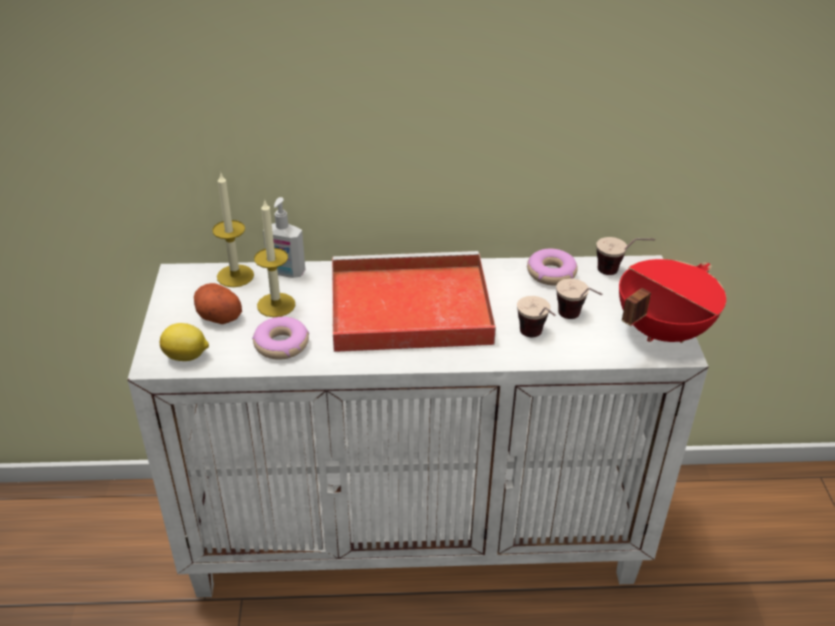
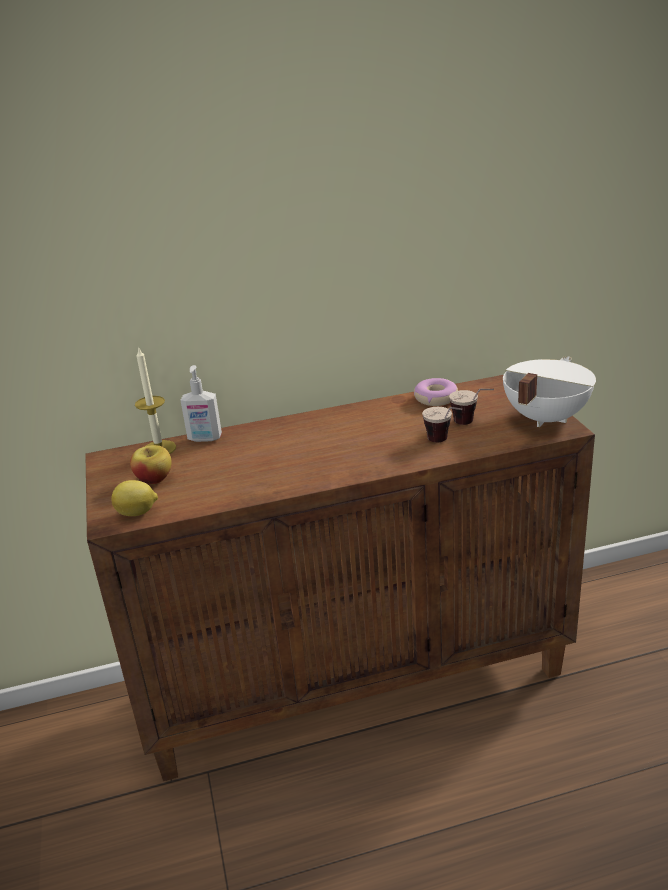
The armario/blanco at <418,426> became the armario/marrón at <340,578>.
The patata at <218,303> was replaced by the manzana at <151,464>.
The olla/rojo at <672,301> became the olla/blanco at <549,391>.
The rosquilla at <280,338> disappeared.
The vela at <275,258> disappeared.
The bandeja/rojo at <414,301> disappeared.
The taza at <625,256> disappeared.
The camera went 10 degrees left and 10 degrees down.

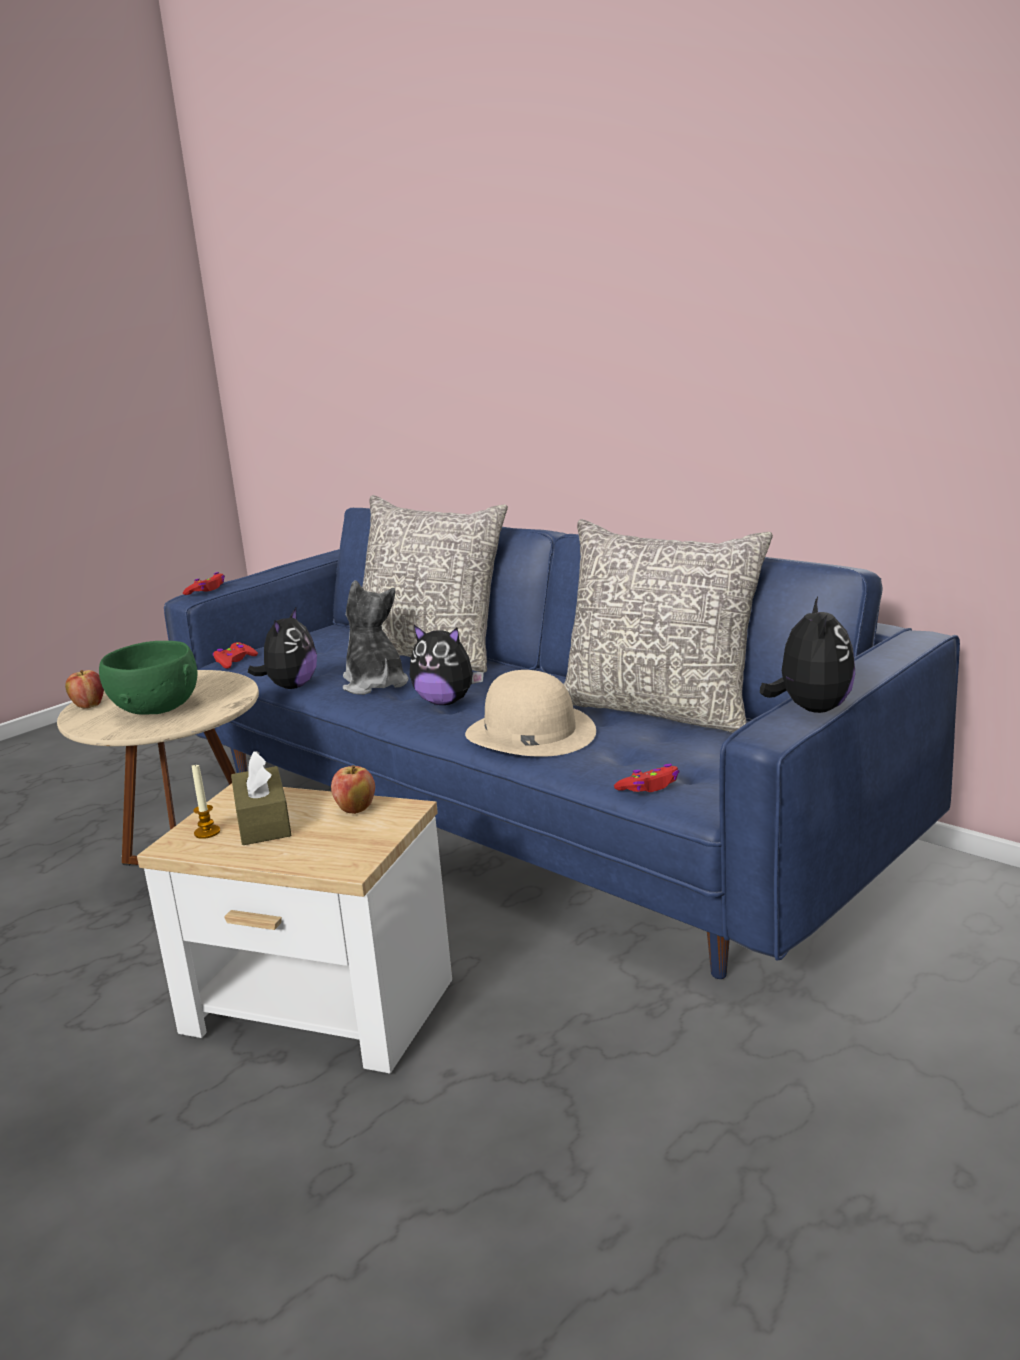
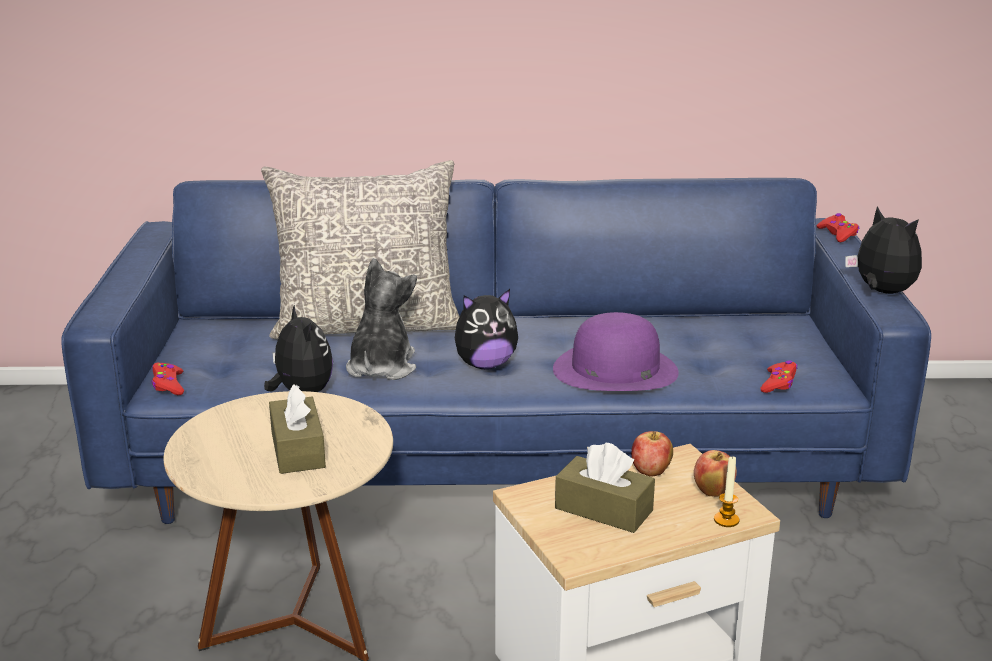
The cuenco/verde at <148,678> was replaced by the caja de pañuelos/marrón at <297,429>.
The peluche at <376,637> turned 75 degrees clockwise.
The sombrero/beis at <530,713> became the sombrero/morado at <616,351>.
The manzana moved from <84,689> to <715,473>.
The vela moved from <206,802> to <727,491>.
The mando de consola/rojo moved from <204,583> to <837,227>.
The cojín/gris at <668,626> disappeared.
The camera went 45 degrees left and 5 degrees up.

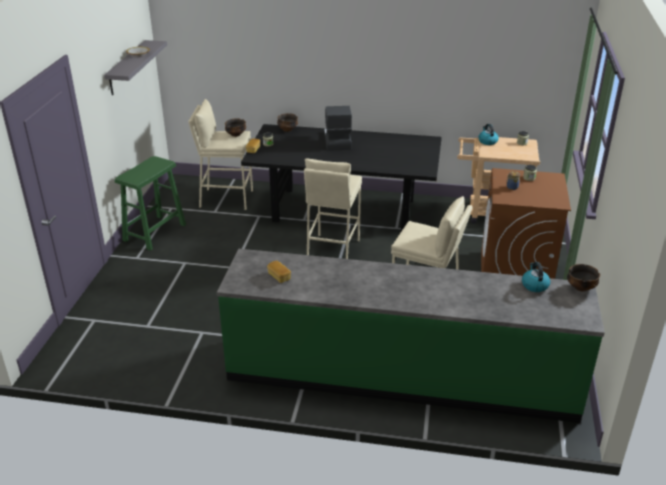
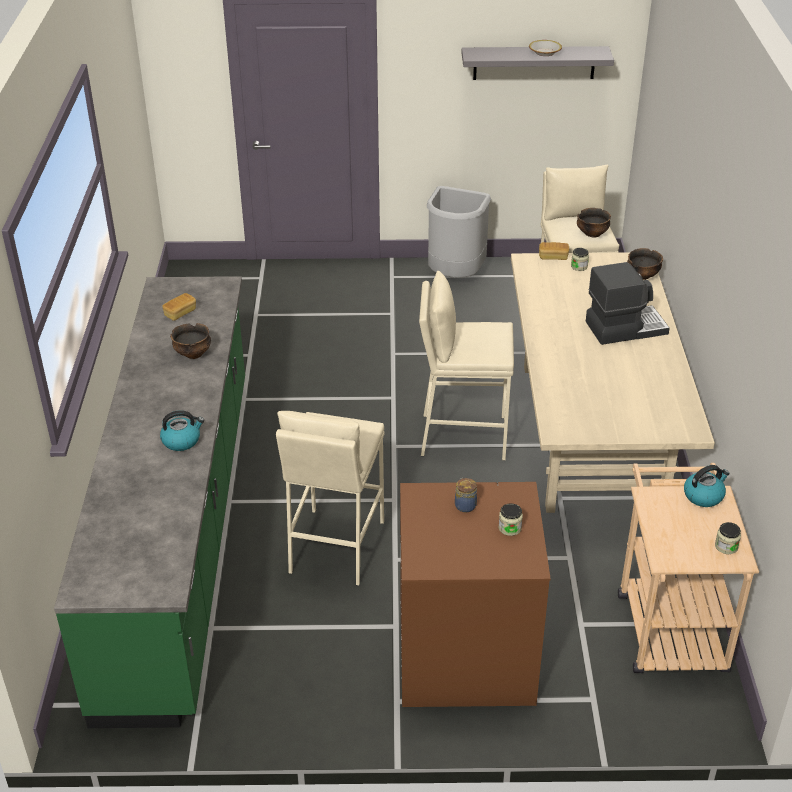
The hervidor moved from <536,277> to <182,430>.
The cuenco moved from <584,278> to <190,341>.
The taburete/verde at <150,203> was replaced by the papelera/gris at <459,232>.
The mesa de comedor/negro at <341,177> became the mesa de comedor/beis at <613,382>.
The camera went 80 degrees right and 5 degrees up.

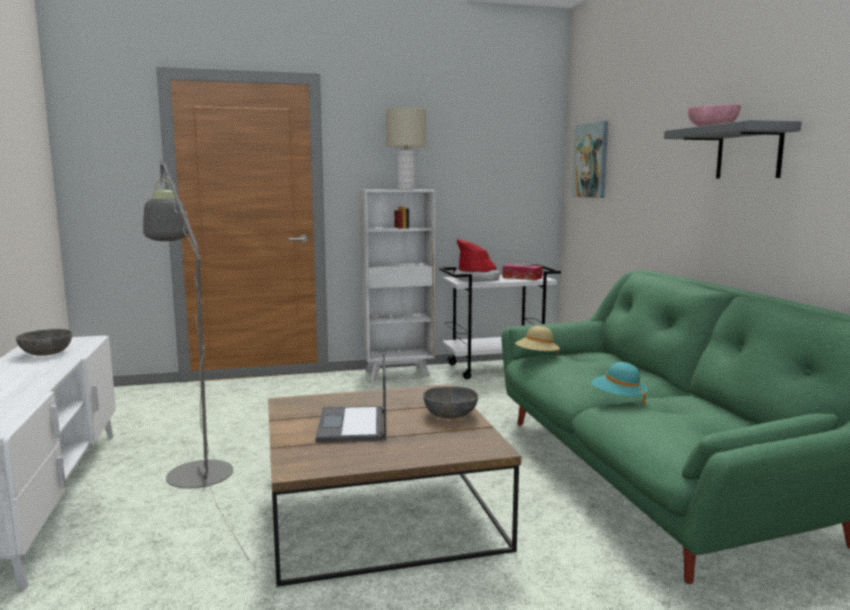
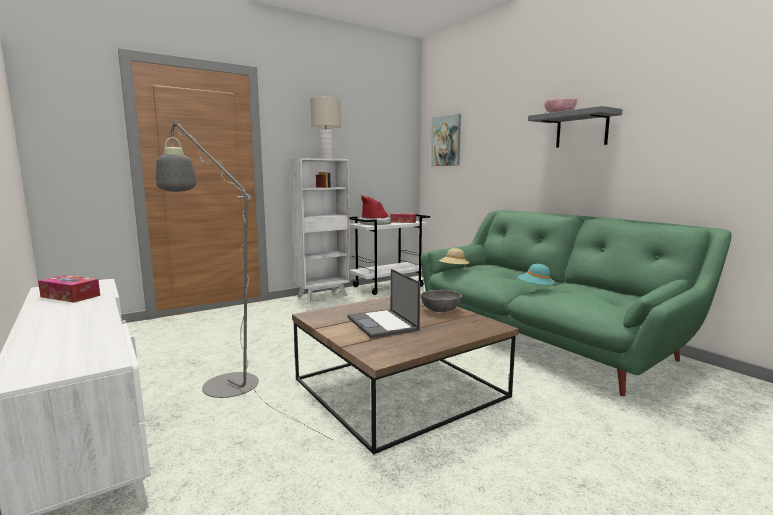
The cuenco/gris at <44,342> was replaced by the caja de pañuelos at <69,289>.
The camera went 20 degrees left and 0 degrees up.

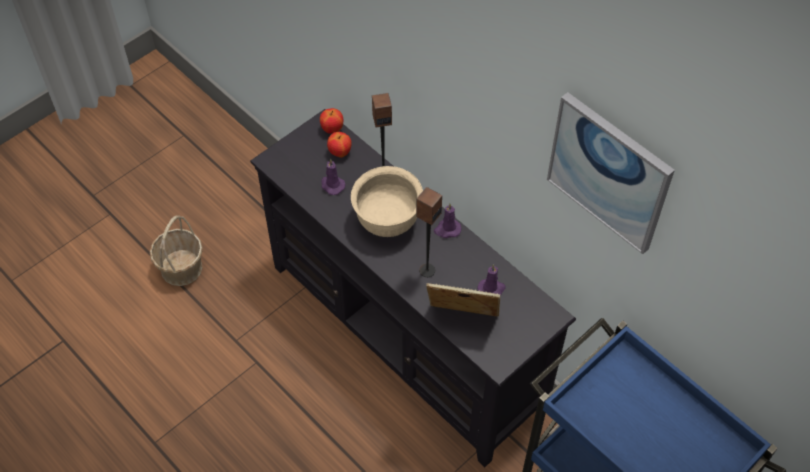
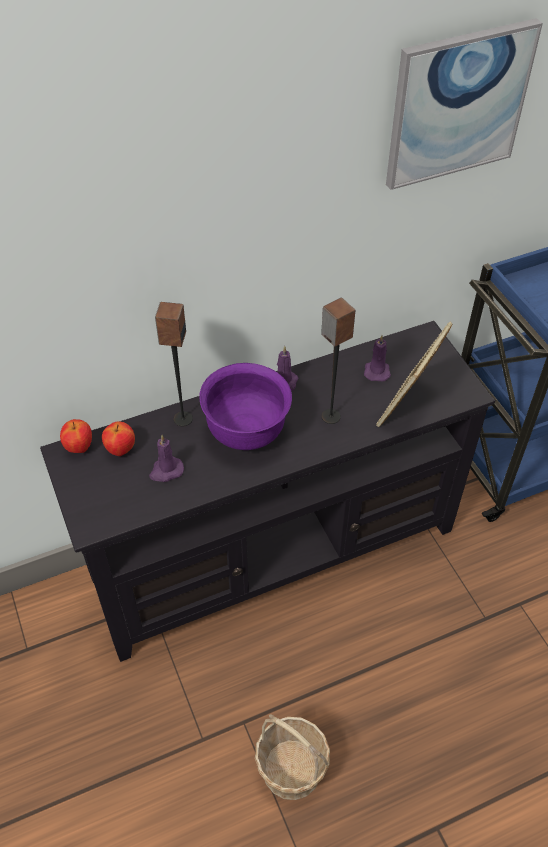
The cuenco/beis at <387,201> became the cuenco/morado at <245,406>.
The cesta moved from <176,250> to <292,757>.
The camera went 70 degrees left and 5 degrees down.

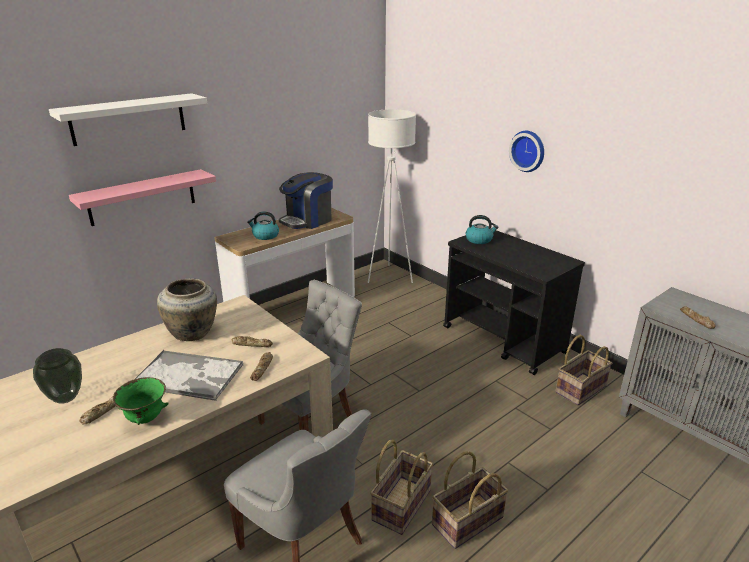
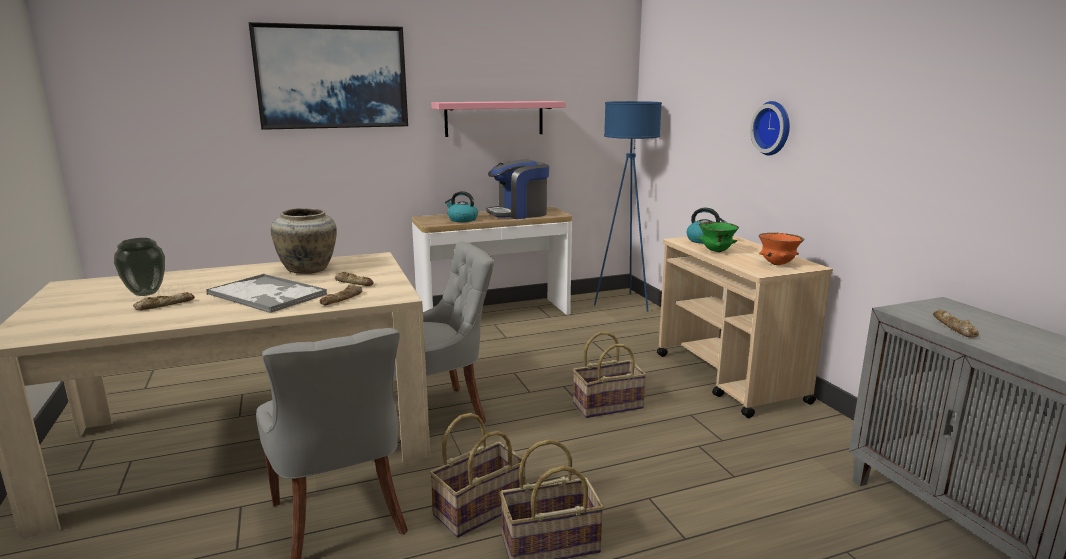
The estante/blanco at <128,119> was replaced by the cuadro at <328,76>.
The estante/rosa moved from <142,197> to <498,119>.
The cesta moved from <583,370> to <610,375>.
The lámpara de pie/blanco at <392,196> became the lámpara de pie/azul at <628,206>.
The carrito/negro at <514,302> became the carrito/beis at <745,326>.
The cuenco/verde moved from <141,401> to <718,237>.
The cuenco/naranja at <781,249> appeared.
The camera went 20 degrees right and 10 degrees down.

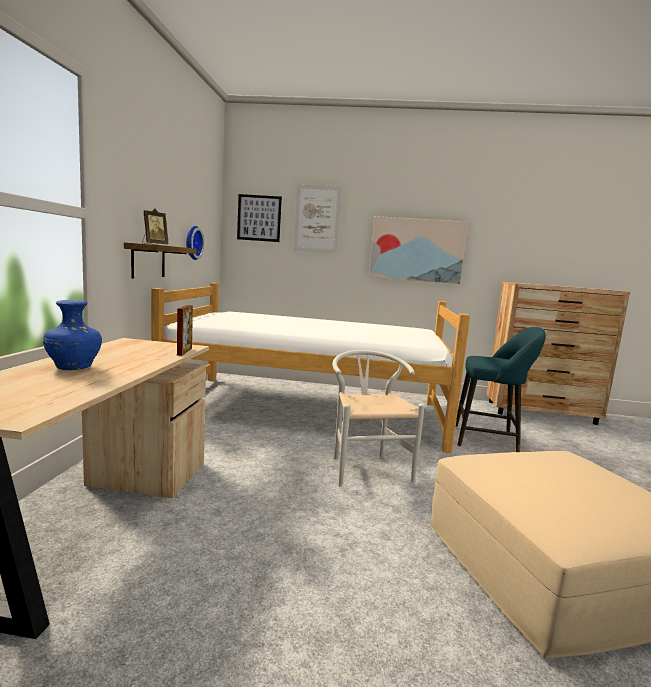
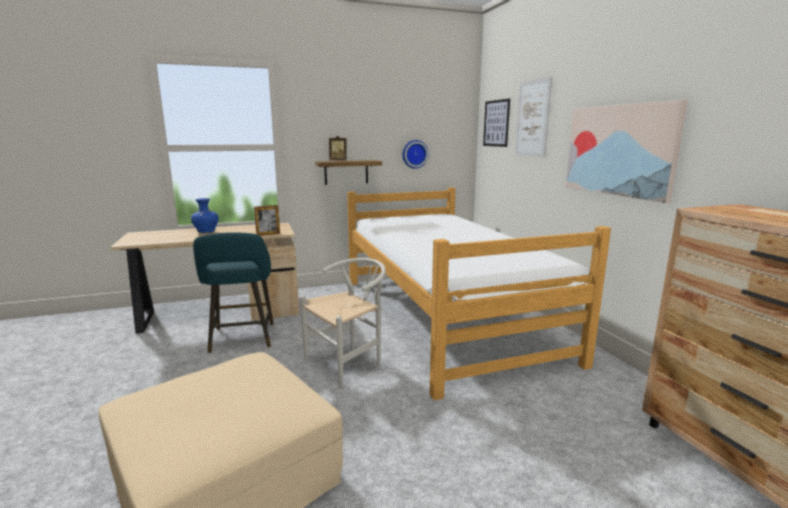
The taburete/turquesa moved from <501,389> to <233,292>.
The camera went 65 degrees right and 5 degrees up.

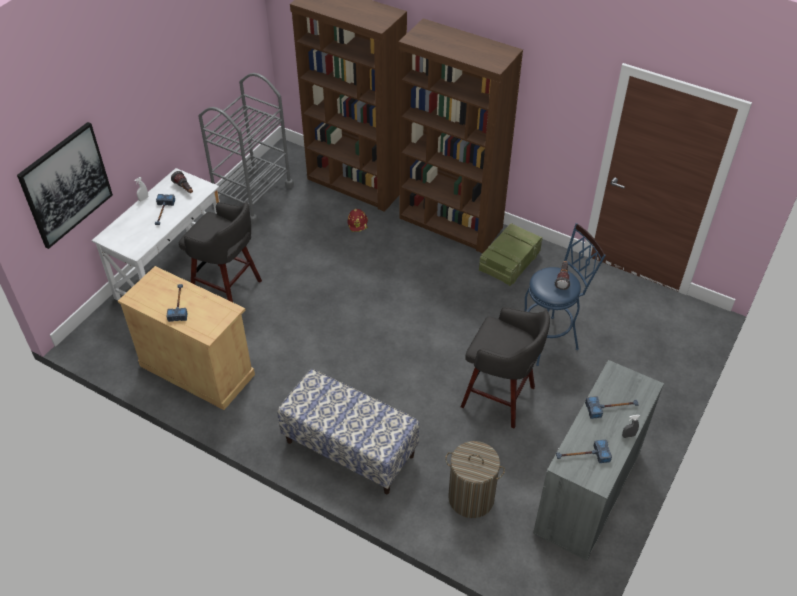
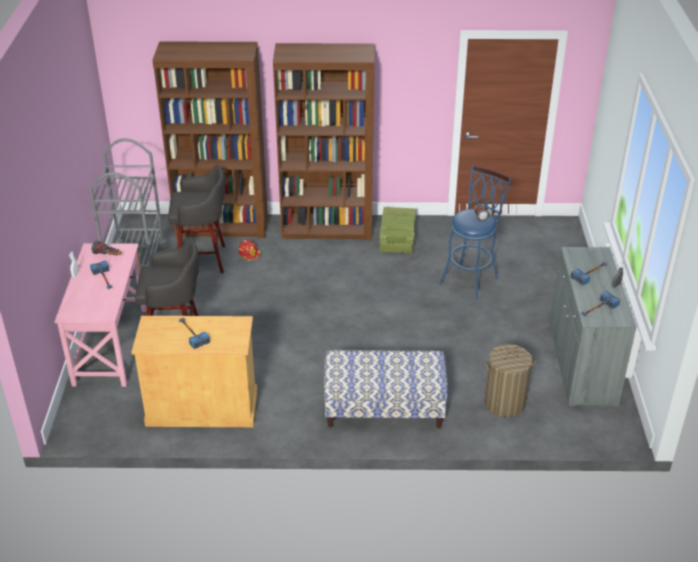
The escritorio/blanco at <156,234> became the escritorio/rosa at <101,315>.
The taburete/gris moved from <505,367> to <196,219>.
The cuadro at <65,185> disappeared.
The camera went 30 degrees left and 10 degrees down.

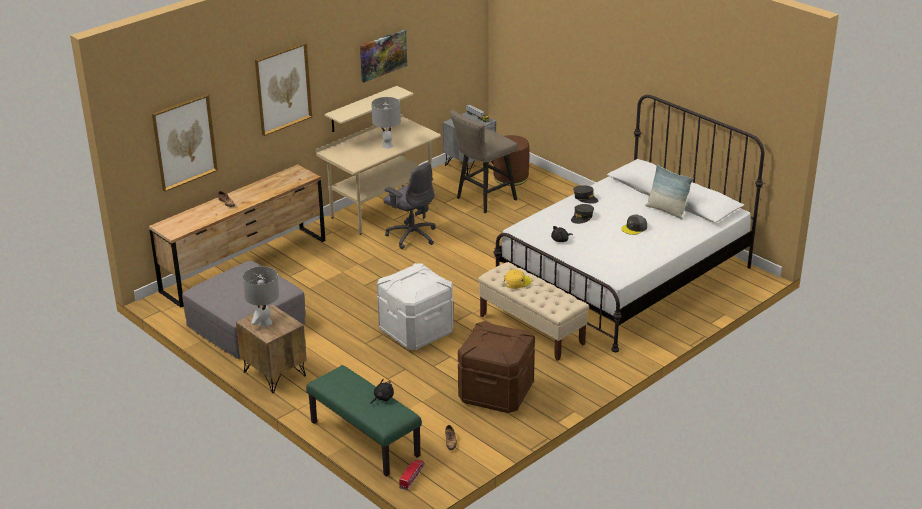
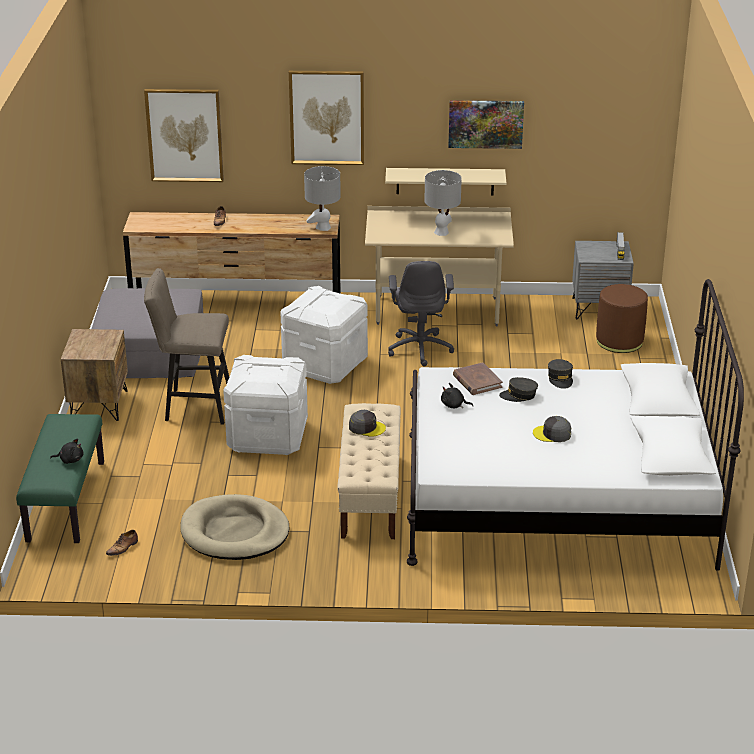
The taburete/beis moved from <484,161> to <186,346>.
The caja de almacenaje/marrón at <496,367> was replaced by the cama para perro/beis at <234,527>.
The caja de almacenaje/blanco at <324,335> appeared.
The lámpara de mesa/gris moved from <261,296> to <322,198>.
The gorra/amarillo at <517,279> became the gorra/gris at <367,423>.
The libro/marrón at <478,378> appeared.
The camión de juguete at <412,475> disappeared.
The cojín at <669,191> disappeared.
The camera went 45 degrees right and 0 degrees up.

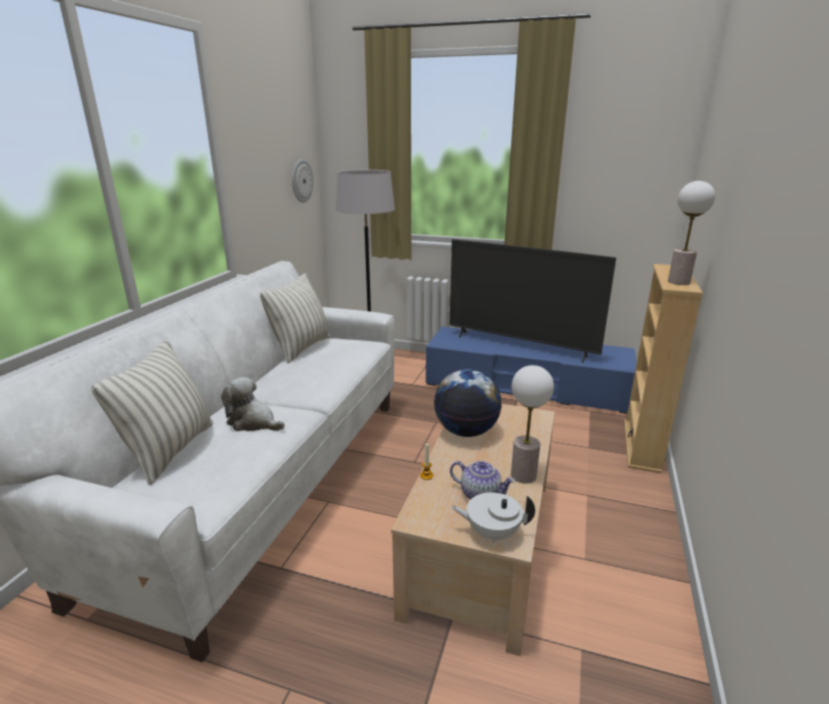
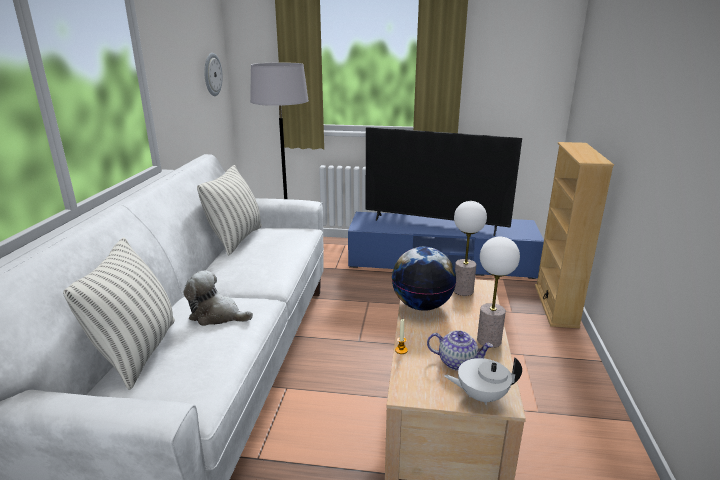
The lámpara de mesa moved from <691,233> to <470,248>.
The camera went 10 degrees left and 0 degrees up.

